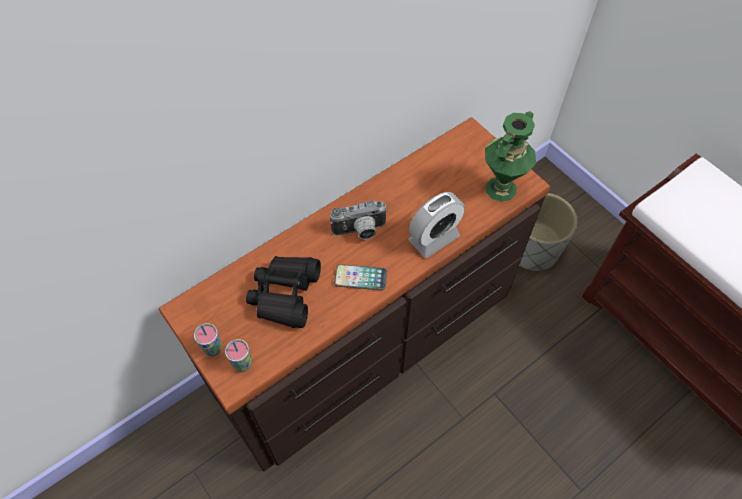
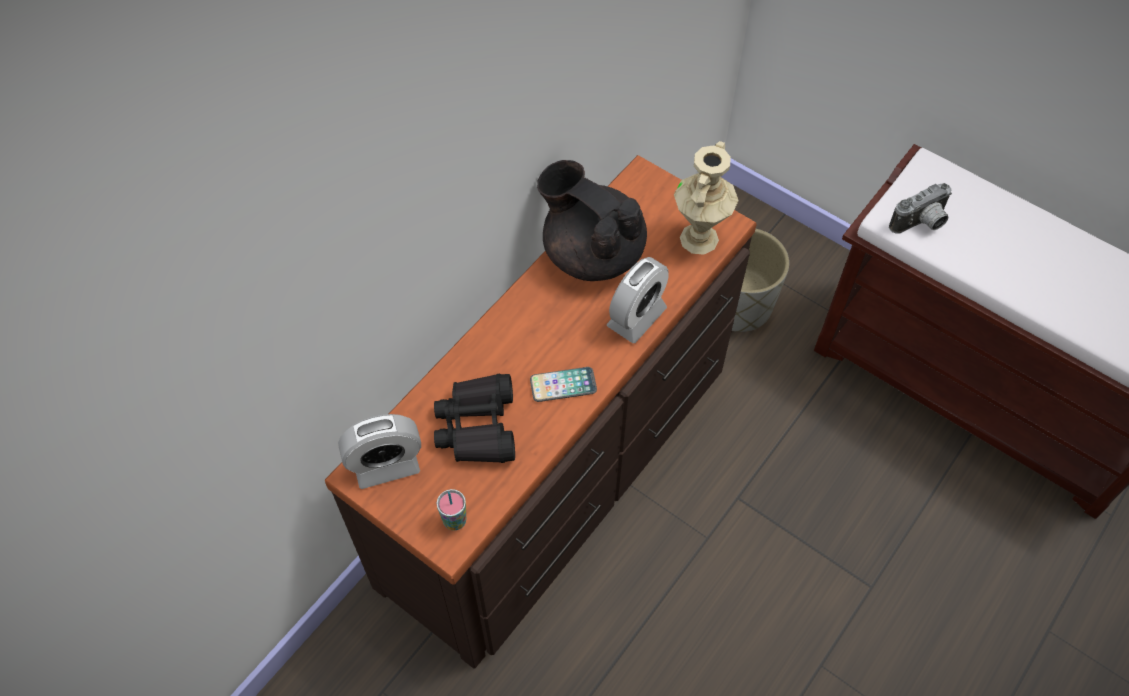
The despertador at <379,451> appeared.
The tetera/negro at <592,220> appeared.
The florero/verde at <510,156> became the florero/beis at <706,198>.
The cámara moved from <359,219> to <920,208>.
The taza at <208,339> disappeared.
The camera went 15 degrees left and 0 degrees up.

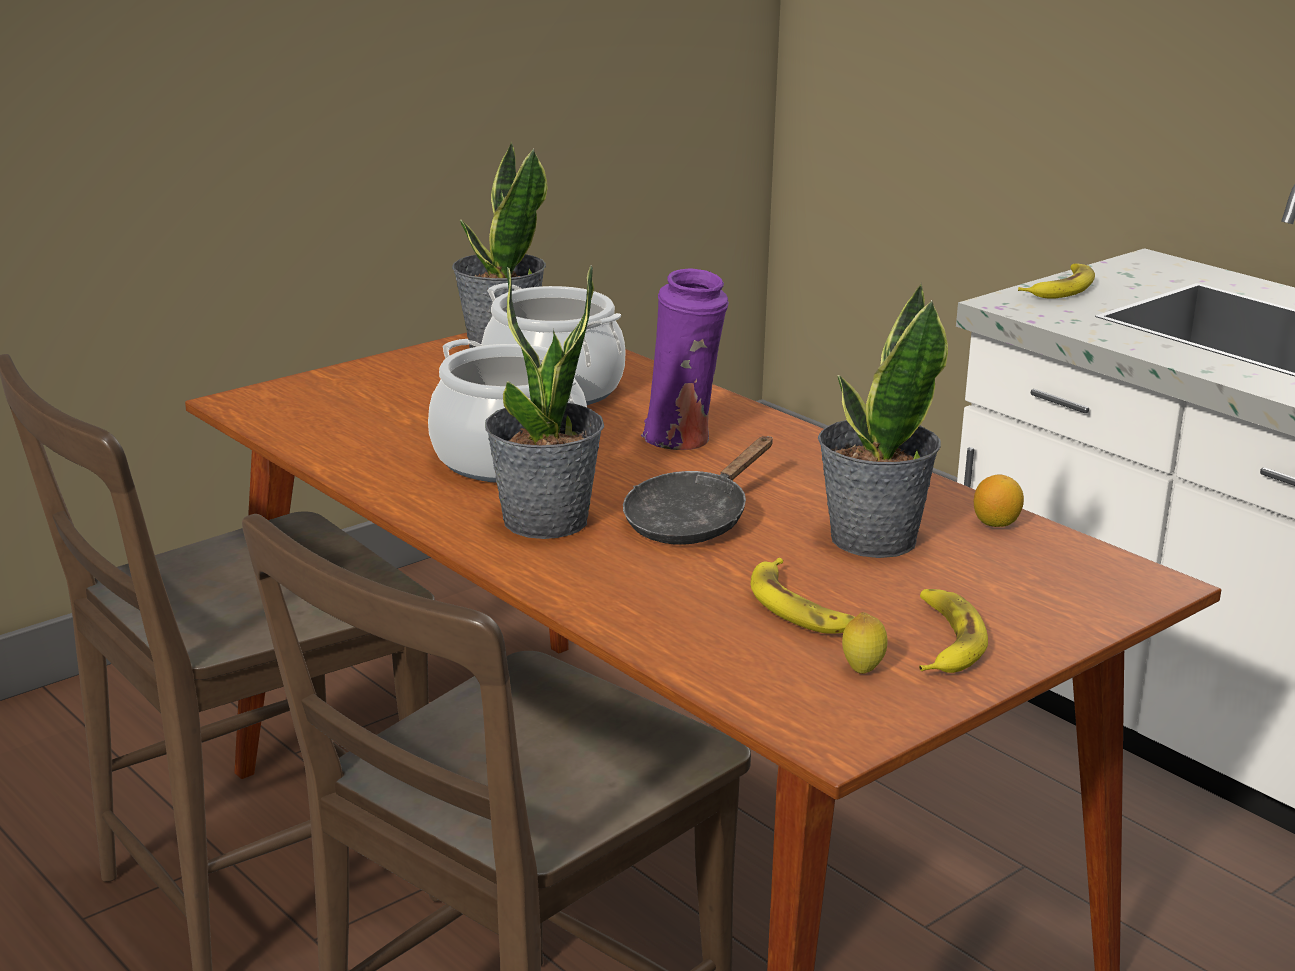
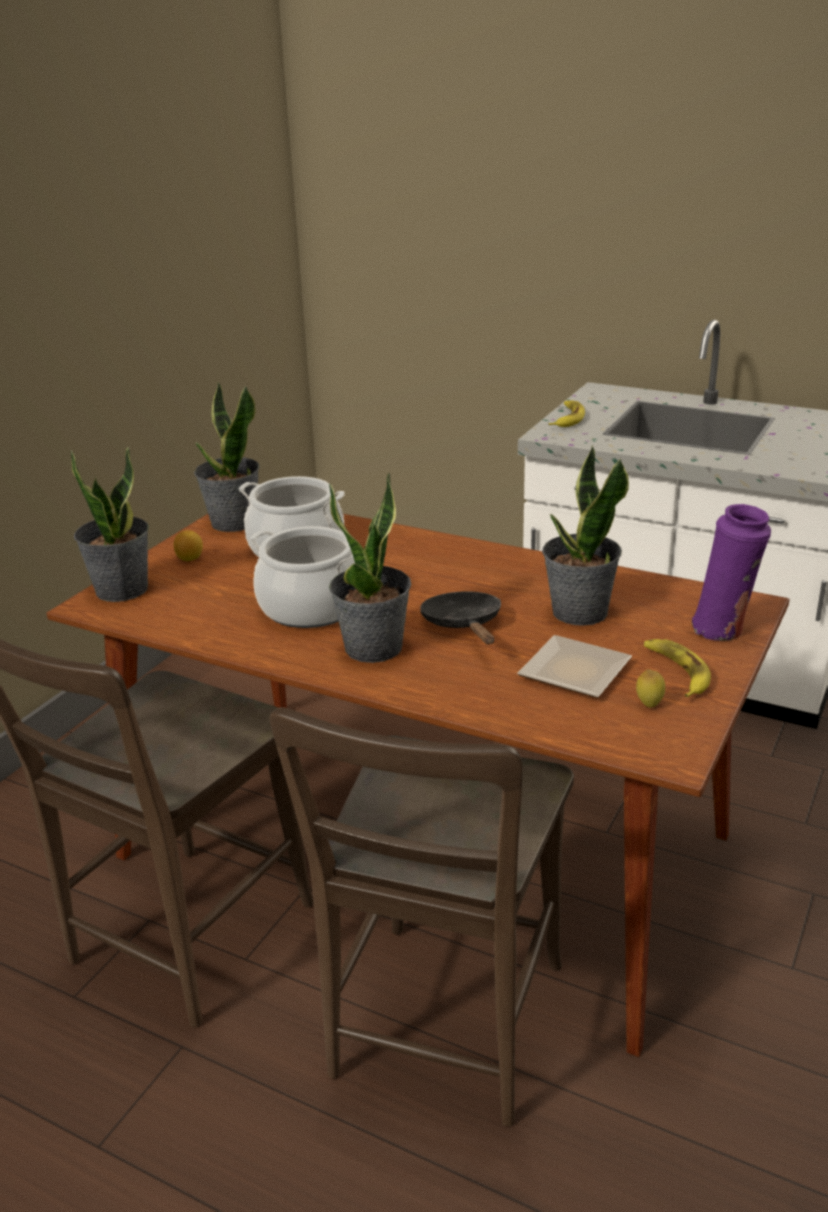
The planta en maceta at <110,524> appeared.
The limón moved from <999,501> to <188,545>.
The sartén/negro at <698,490> turned 150 degrees clockwise.
The plátano at <803,596> was replaced by the plato at <574,666>.
The florero/morado moved from <685,359> to <731,572>.
The camera went 20 degrees left and 5 degrees up.

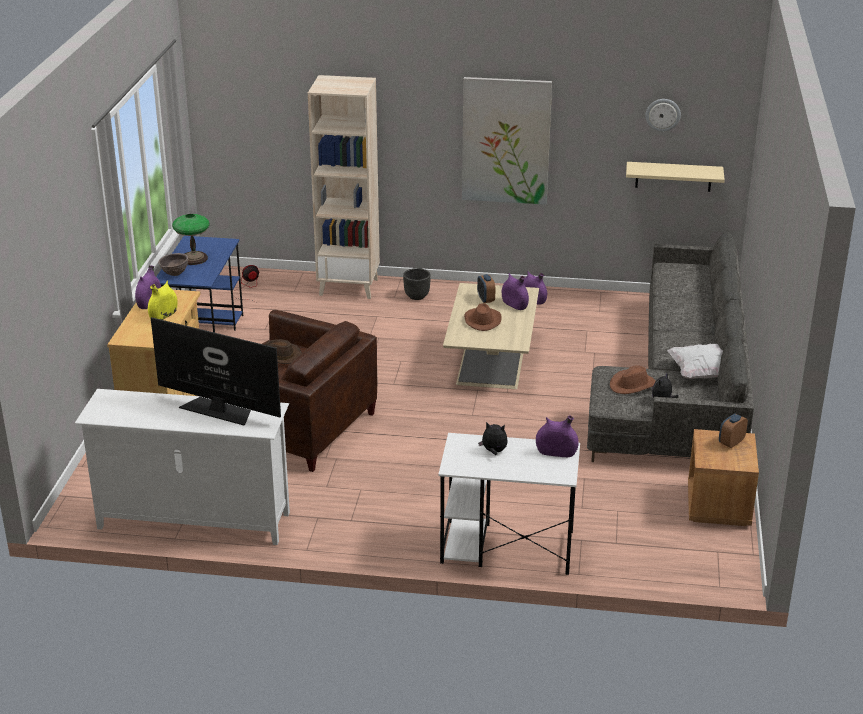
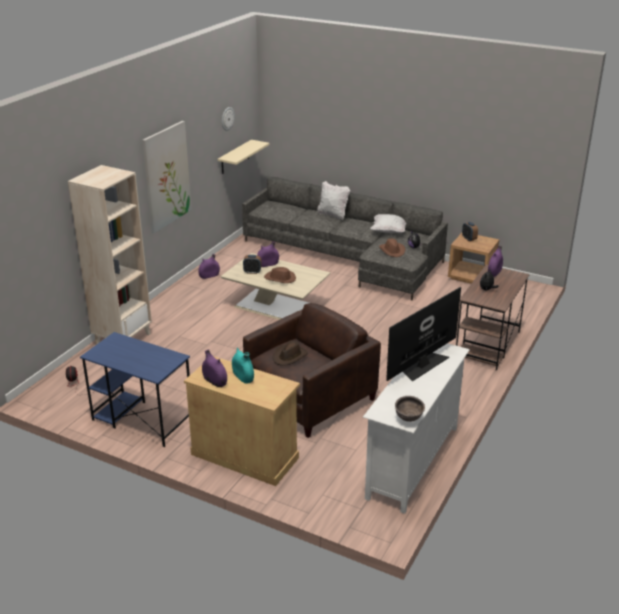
The florero/amarillo at <163,300> became the florero/turquesa at <243,365>.
The cojín/blanco at <333,200> appeared.
The cuenco/marrón moved from <173,264> to <410,409>.
The escritorio/blanco at <509,504> became the escritorio/marrón at <493,318>.
The lámpara de mesa at <191,239> disappeared.
The maceta/negro at <417,284> disappeared.
The camera went 70 degrees left and 0 degrees up.

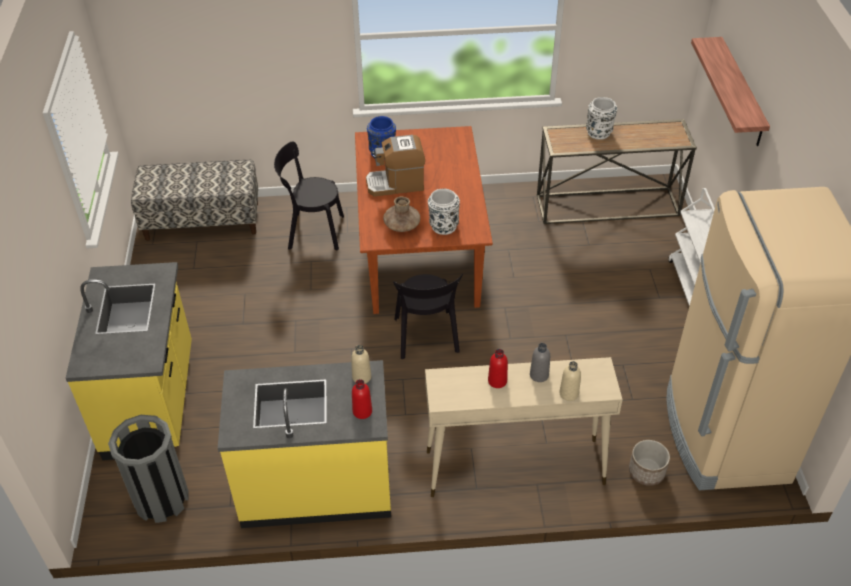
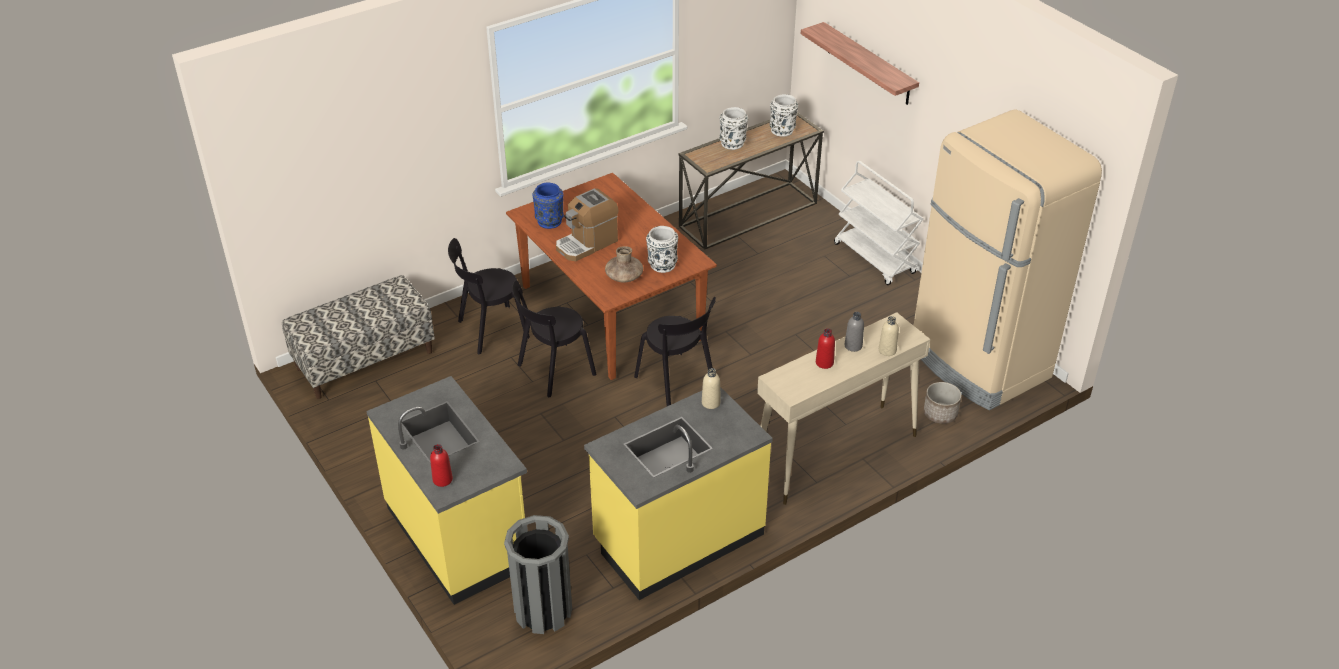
The botella/rojo moved from <362,399> to <441,465>.
The silla/negro at <554,338> appeared.
The florero/blanco at <784,115> appeared.
The camera went 30 degrees left and 5 degrees down.

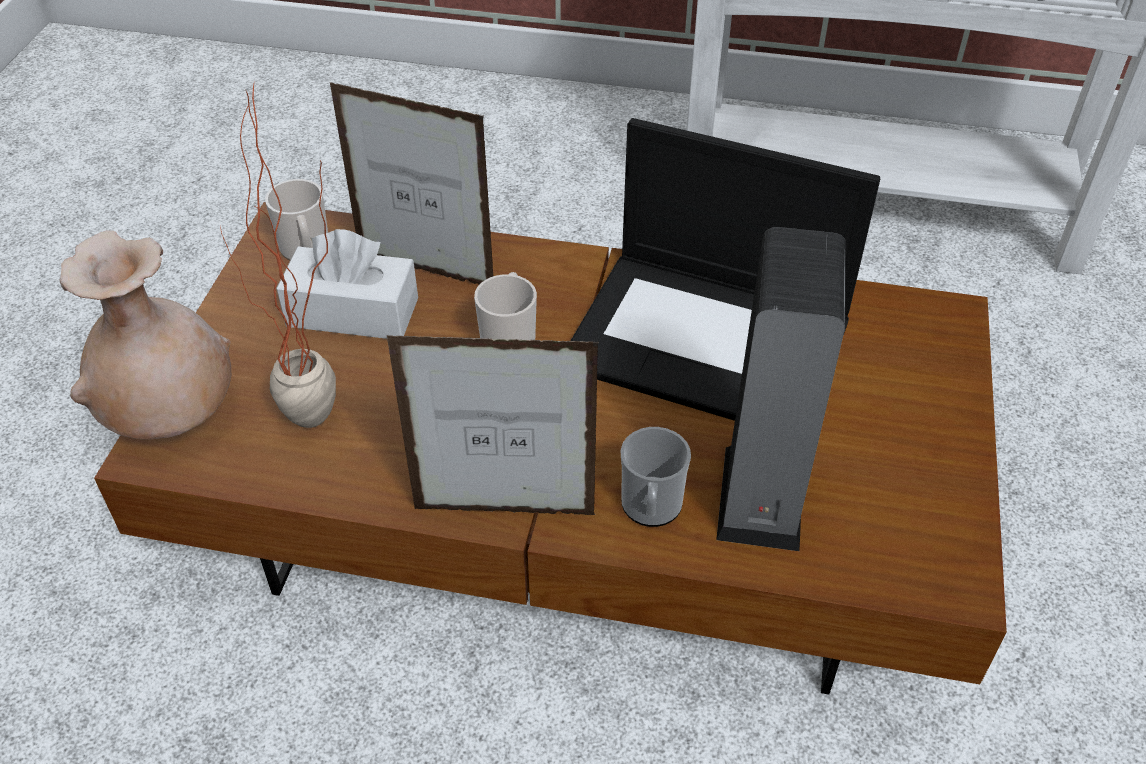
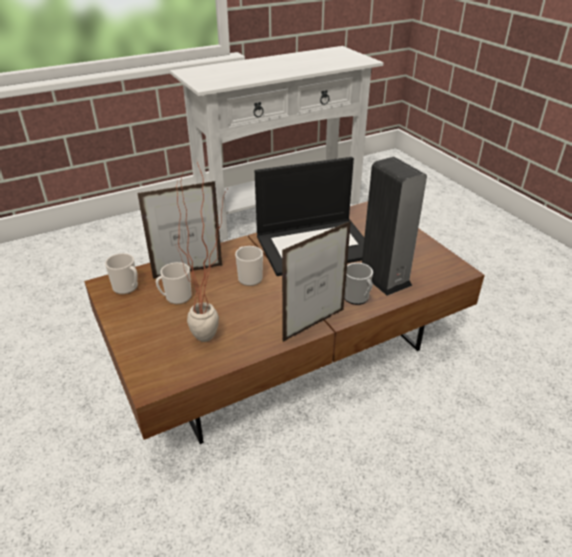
The caja de pañuelos/blanco at <347,284> was replaced by the taza grande at <174,283>.
The florero/beis at <145,334> disappeared.
The camera went 40 degrees left and 10 degrees down.

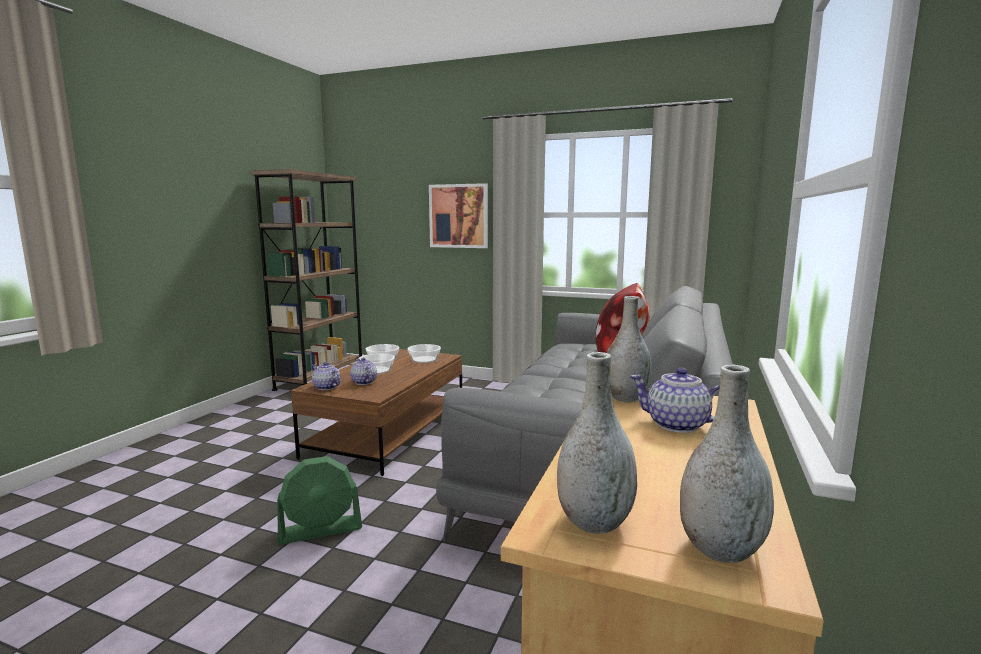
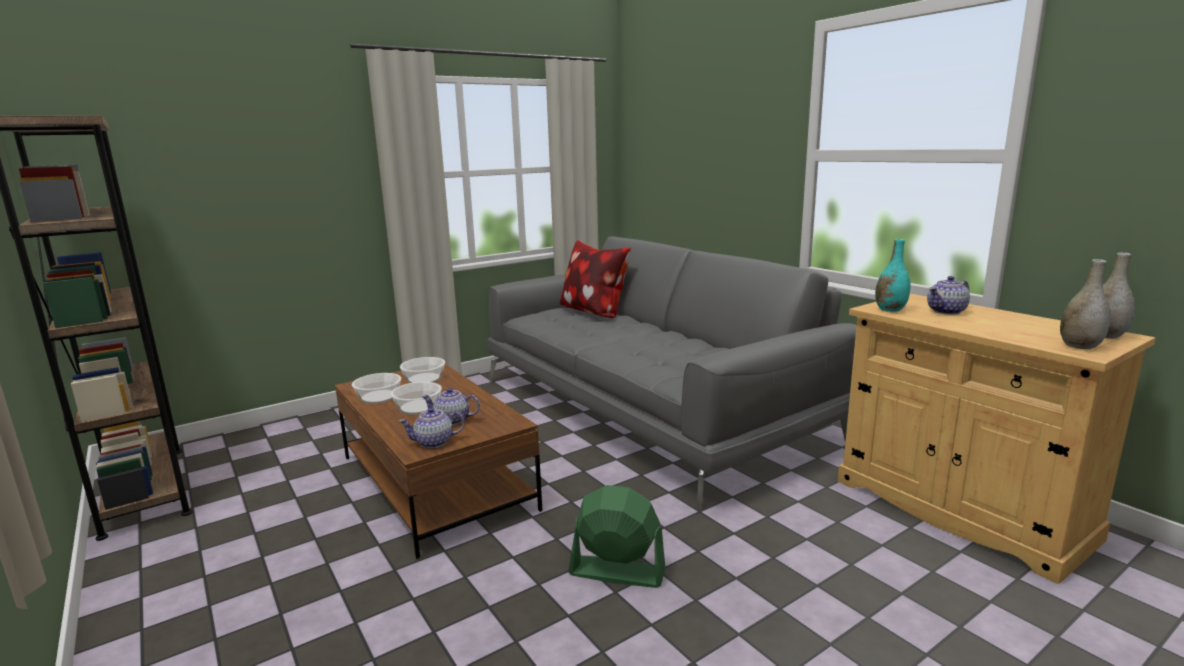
The ventilador/verde at <319,500> turned 90 degrees counterclockwise.
The florero/gris at <630,349> became the florero/turquesa at <892,275>.
The cuadro at <458,215> disappeared.
The camera went 55 degrees left and 5 degrees up.

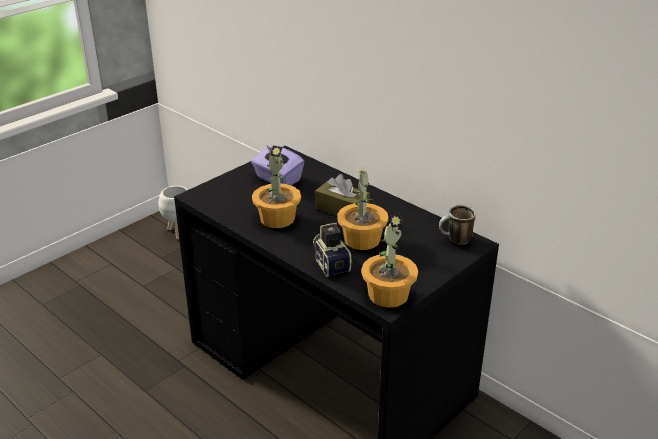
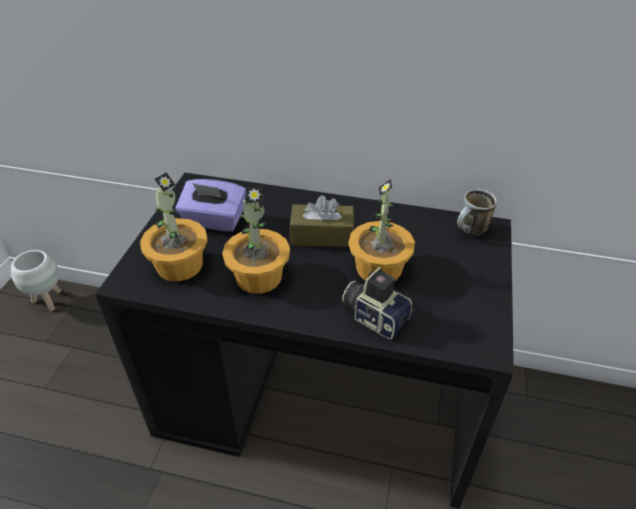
The planta en maceta moved from <389,261> to <174,227>.
The camera went 30 degrees left and 10 degrees up.

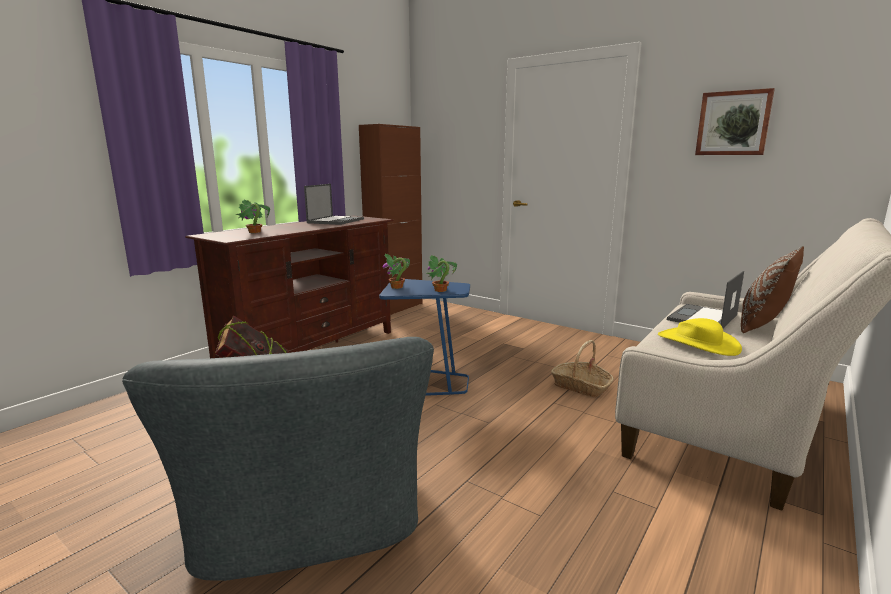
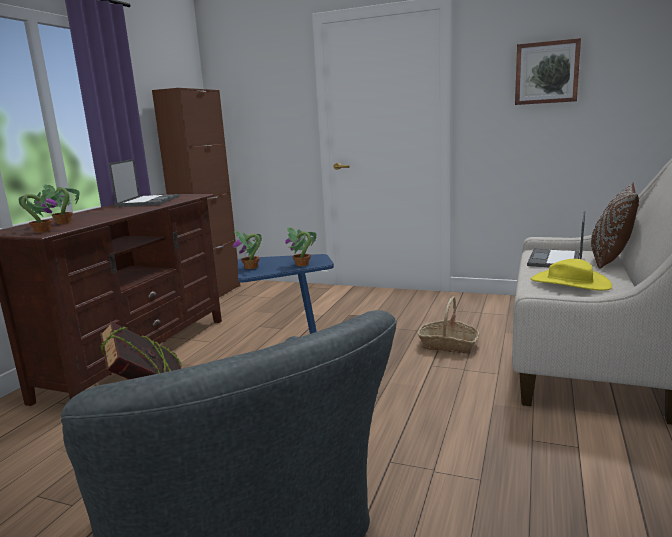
The planta en maceta at <38,210> appeared.
The camera went 15 degrees left and 0 degrees up.

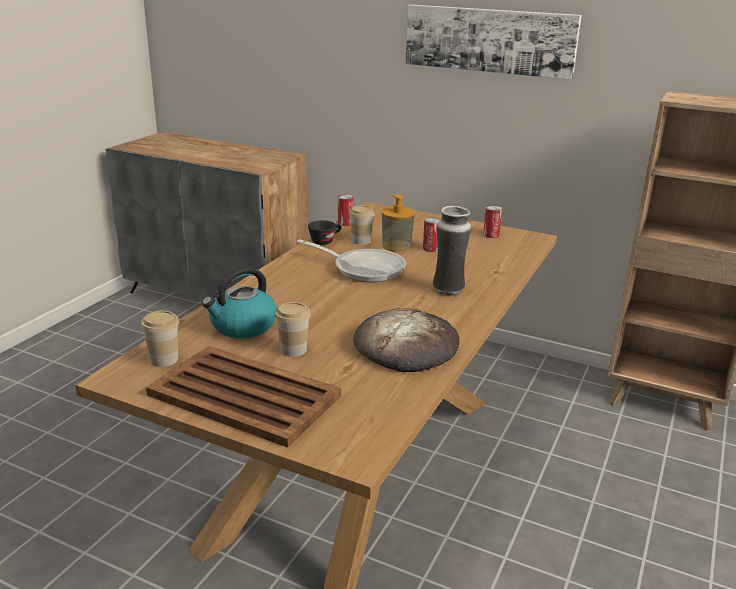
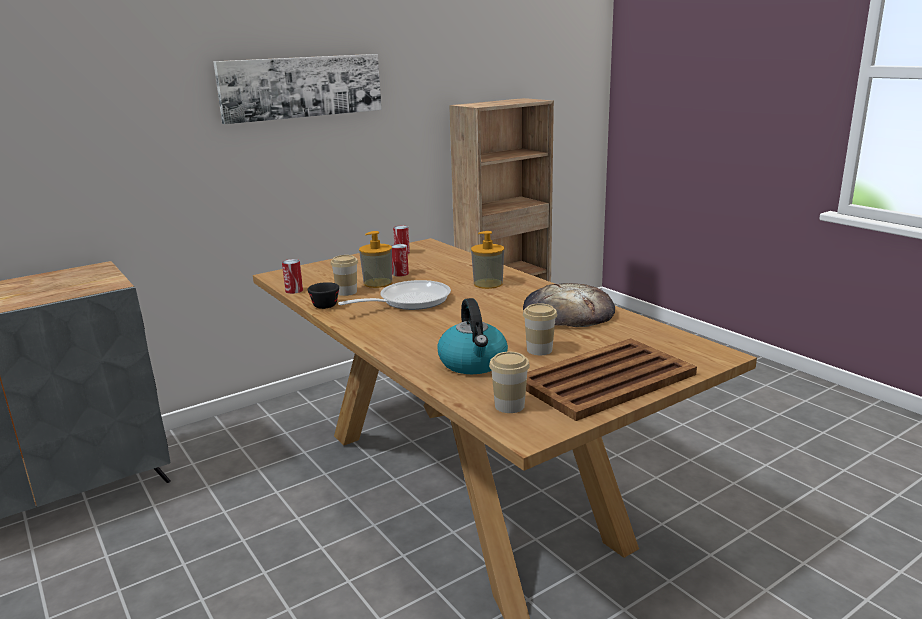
The florero at <452,251> was replaced by the dispensador de jabón at <487,260>.
The camera went 60 degrees left and 5 degrees down.

